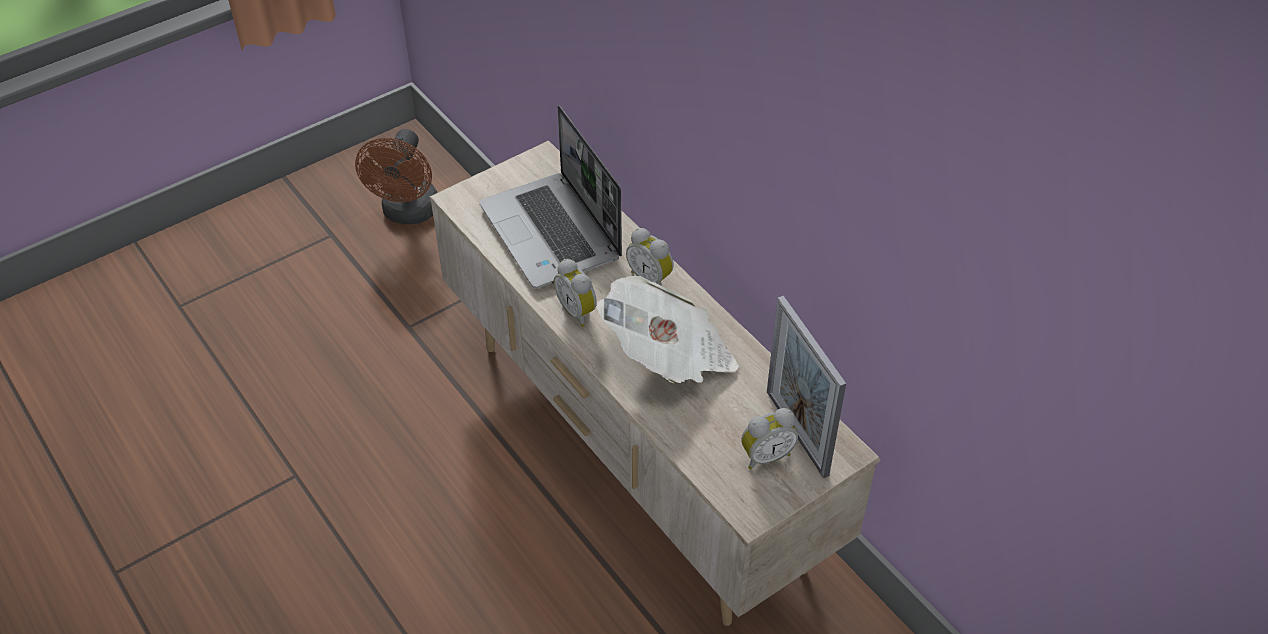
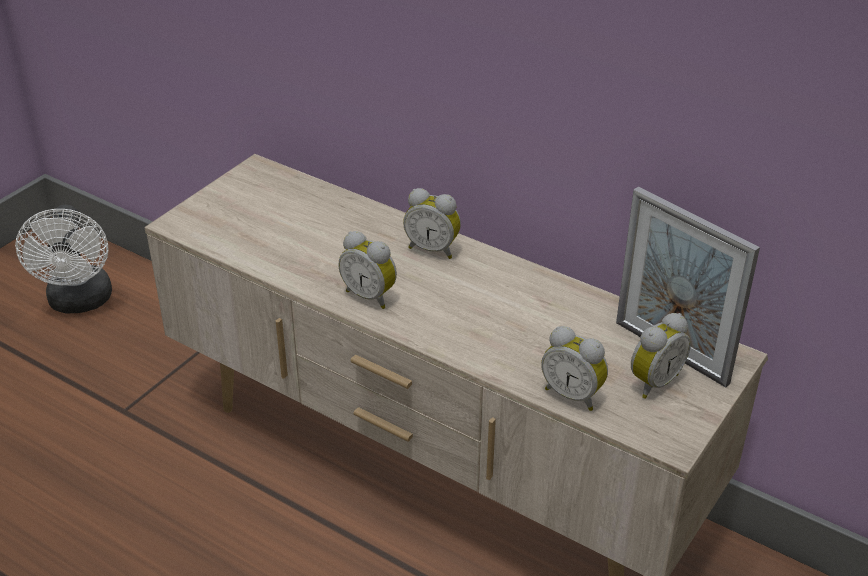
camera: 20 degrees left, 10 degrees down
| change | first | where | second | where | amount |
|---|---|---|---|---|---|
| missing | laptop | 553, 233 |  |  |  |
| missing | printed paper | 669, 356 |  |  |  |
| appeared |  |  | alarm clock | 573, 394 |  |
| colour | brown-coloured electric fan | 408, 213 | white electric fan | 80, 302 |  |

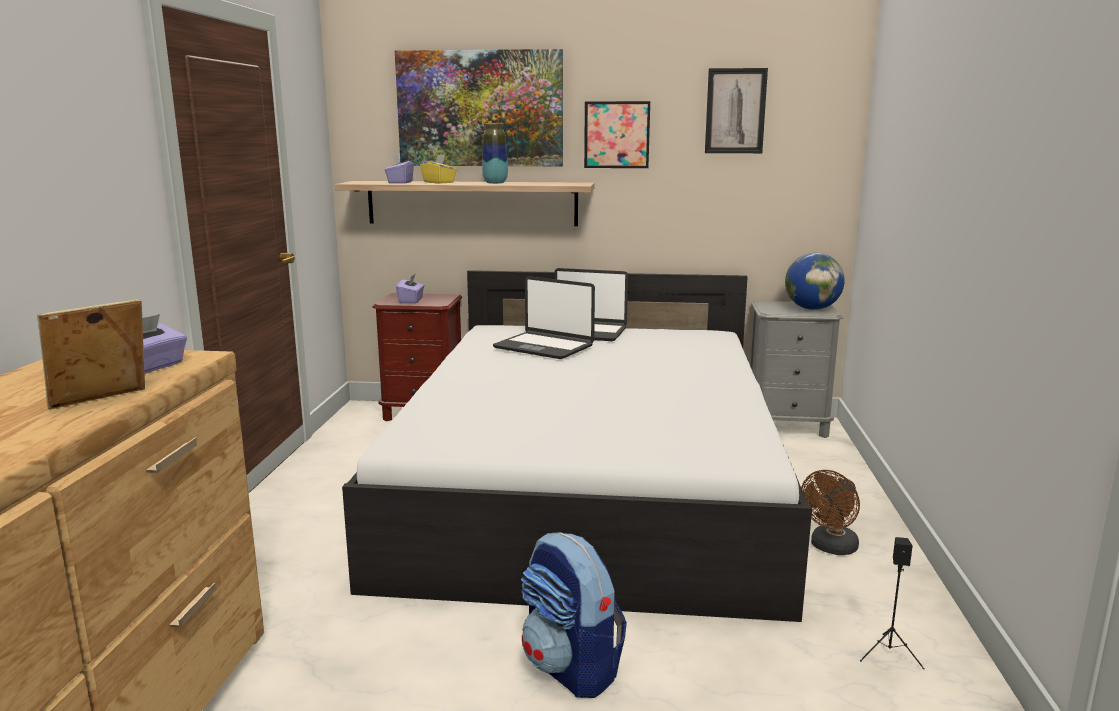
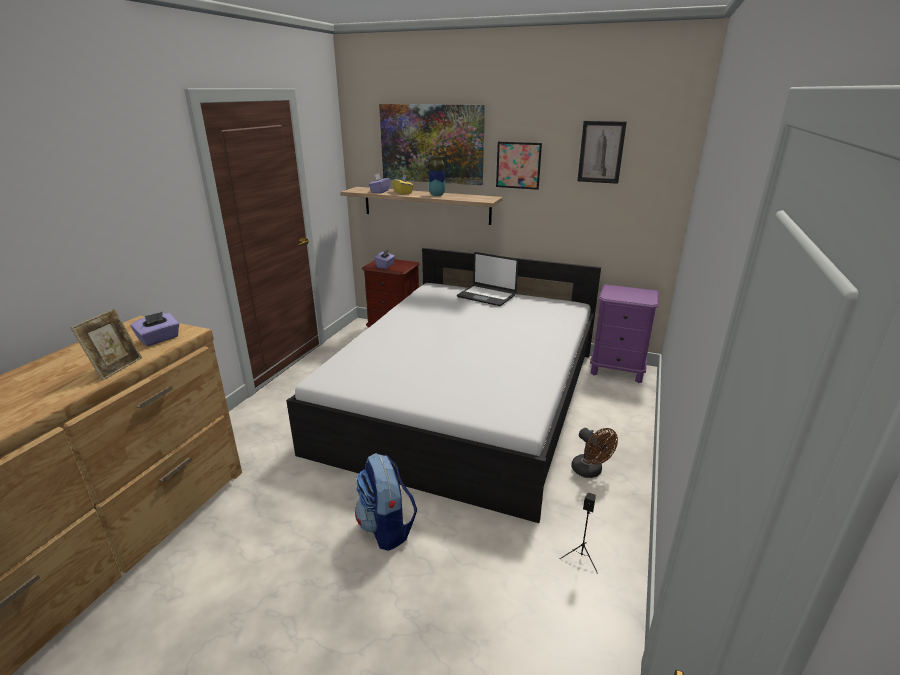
camera: 15 degrees right, 10 degrees up
| change | first | where | second | where | amount |
|---|---|---|---|---|---|
| missing | laptop | 544, 347 |  |  |  |
| missing | world globe | 811, 309 |  |  |  |
| colour | gray night table | 787, 426 | purple night table | 617, 370 |  |
| spun | picture frame | 102, 402 |  | 116, 367 | 135 degrees clockwise |
| spun | brown-coloured electric fan | 830, 548 |  | 590, 471 | 90 degrees counterclockwise |

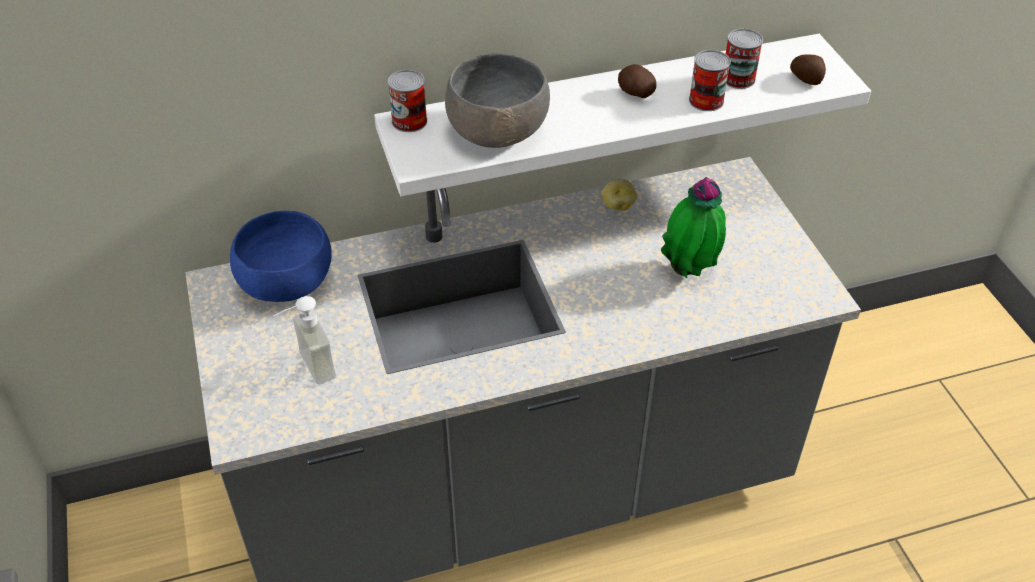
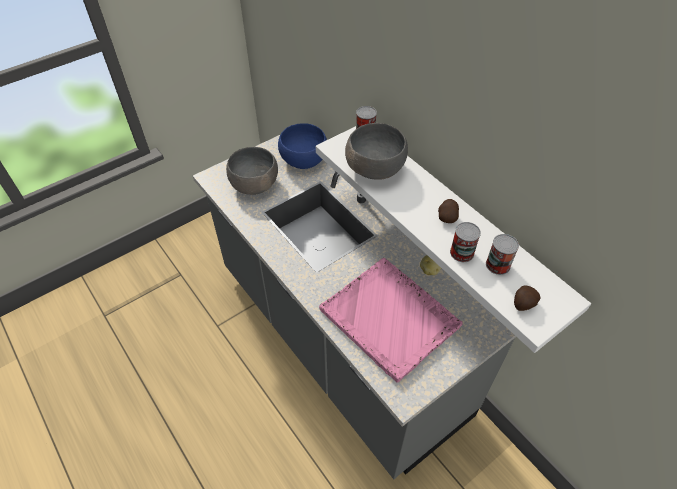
camera: 70 degrees right, 5 degrees up
| change | first | where | second | where | amount |
|---|---|---|---|---|---|
| exchanged | liquid soap bottle | 307, 369 | gray deep dish | 254, 185 |  |
| exchanged | houseplant | 689, 272 | pinkish carrying tray | 390, 319 |  |

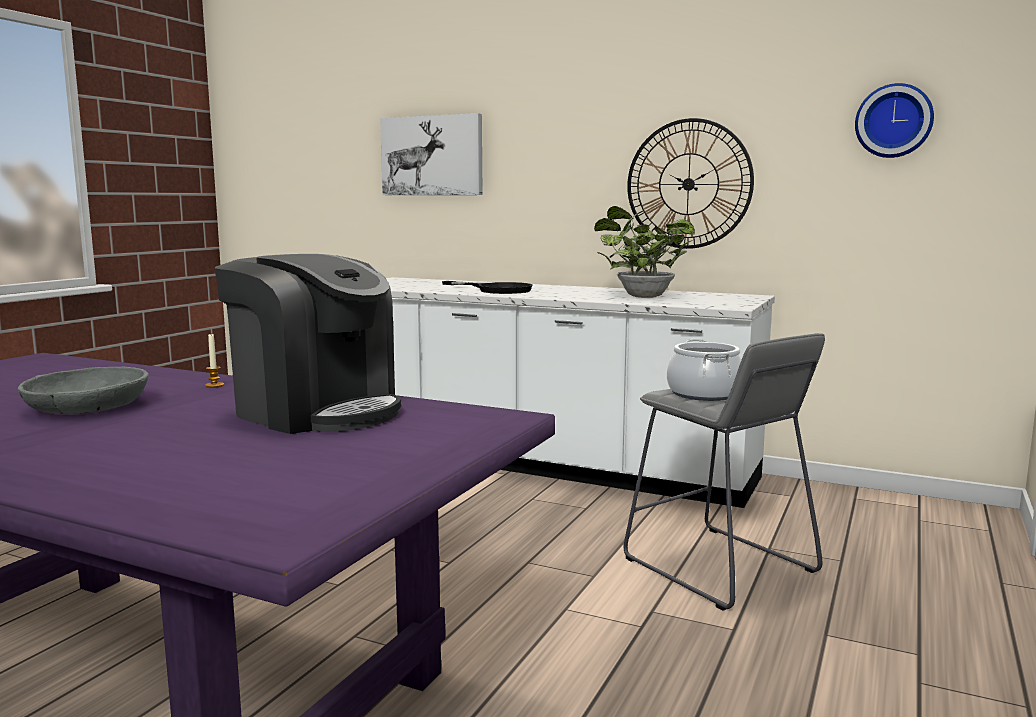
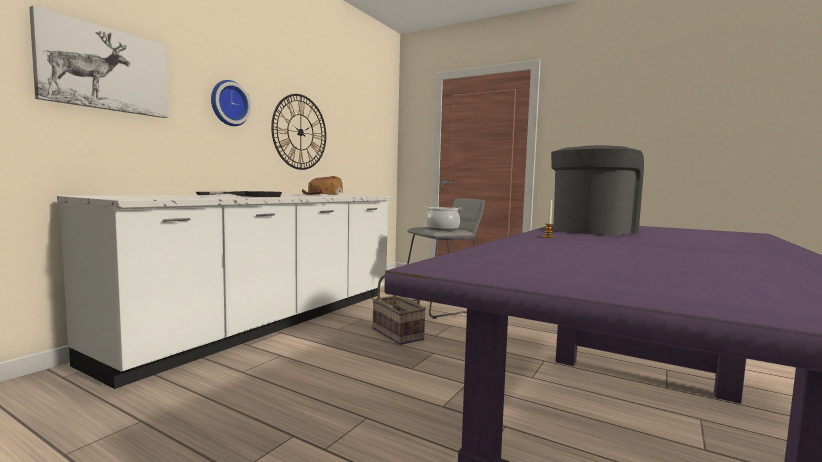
camera: 85 degrees left, 5 degrees down
| change | first | where | second | where | amount |
|---|---|---|---|---|---|
| missing | gray deep dish | 86, 407 |  |  |  |
| appeared |  |  | storage basket | 398, 334 |  |
| relocated | clock on the wall | 893, 121 |  | 228, 103 |  |
| exchanged | houseplant | 640, 296 | baked bread | 323, 195 |  |

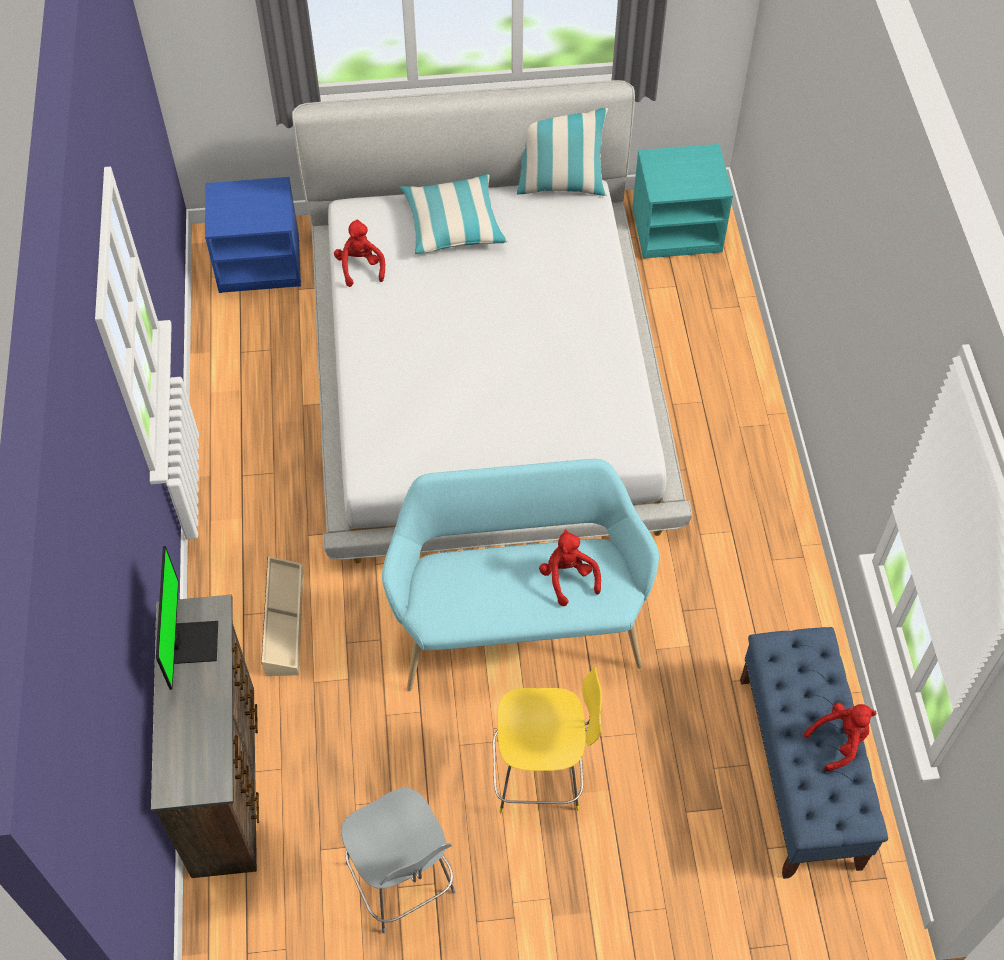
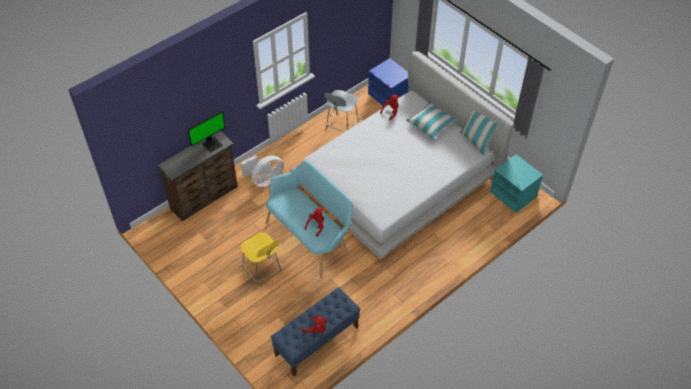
camera: 55 degrees right, 5 degrees down
| change | first | where | second | where | amount |
|---|---|---|---|---|---|
| relocated | gray chair | 402, 881 |  | 341, 127 |  |
| exchanged | sand-coloured storage container | 283, 622 | white electric fan | 264, 180 |  |

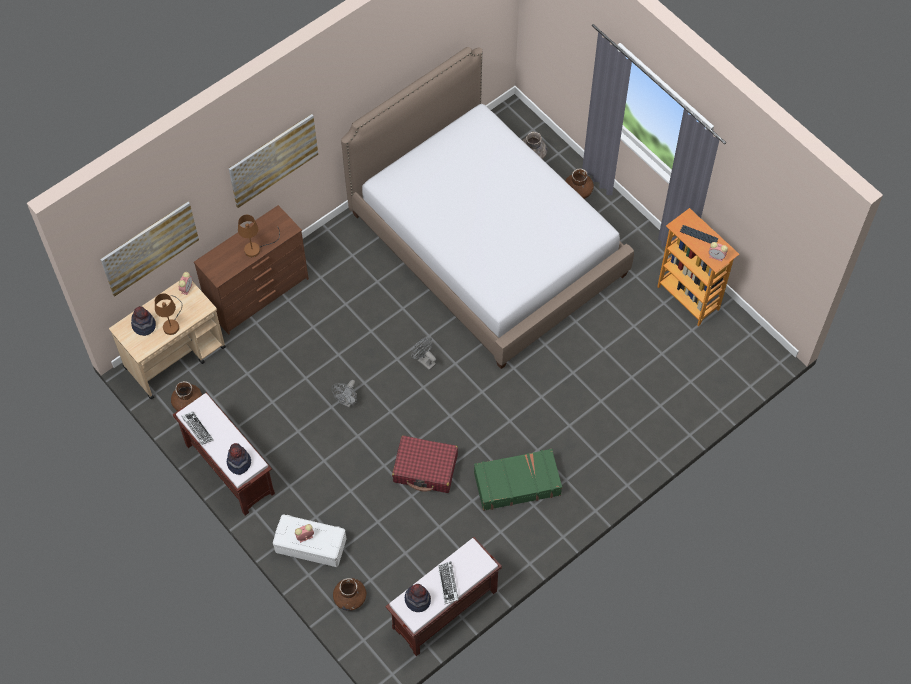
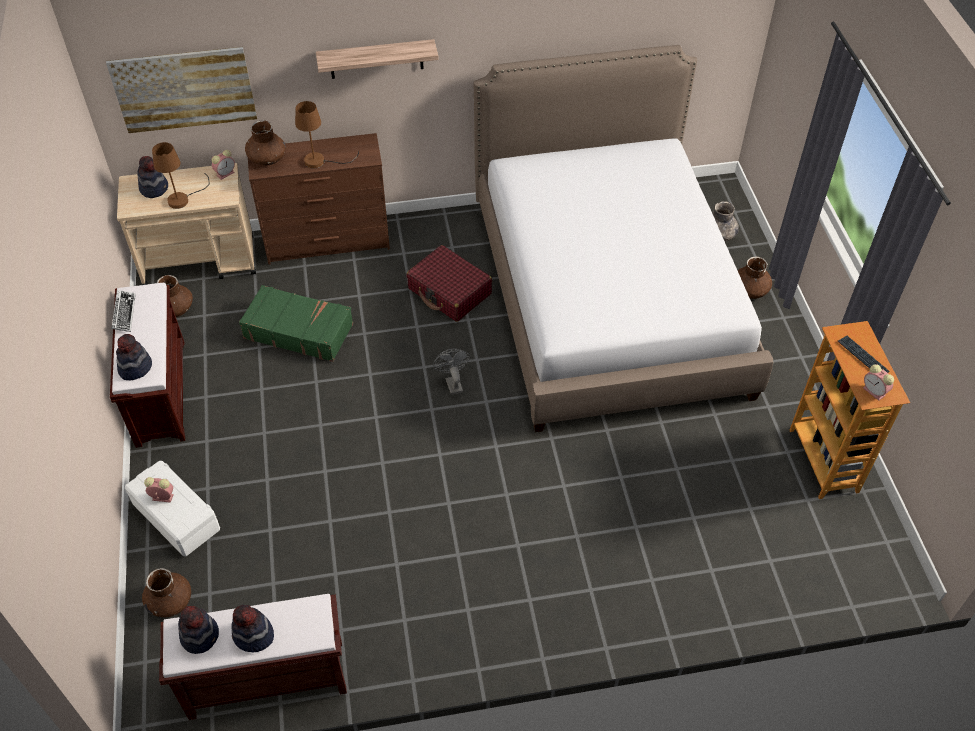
camera: 30 degrees right, 10 degrees down
| change | first | where | second | where | amount |
|---|---|---|---|---|---|
| missing | gray electric fan | 347, 401 |  |  |  |
| appeared |  |  | brown-coloured flower vase | 267, 158 |  |
| relocated | reddish suitcase | 425, 468 |  | 449, 291 |  |
| relocated | green suitcase | 516, 483 |  | 298, 330 |  |
| exchanged | wall art | 273, 160 | wall shelf | 376, 59 |  |
| exchanged | computer keyboard | 448, 583 | clothing hat | 253, 635 |  |

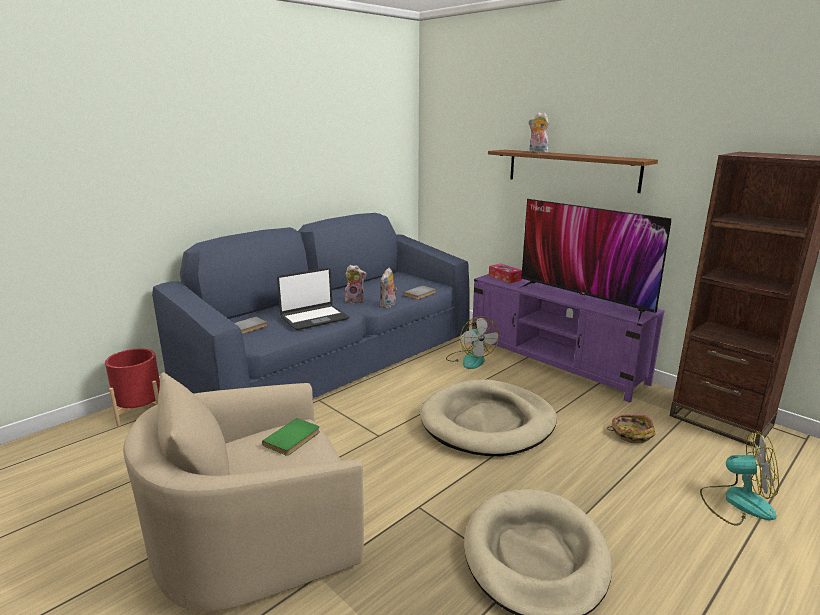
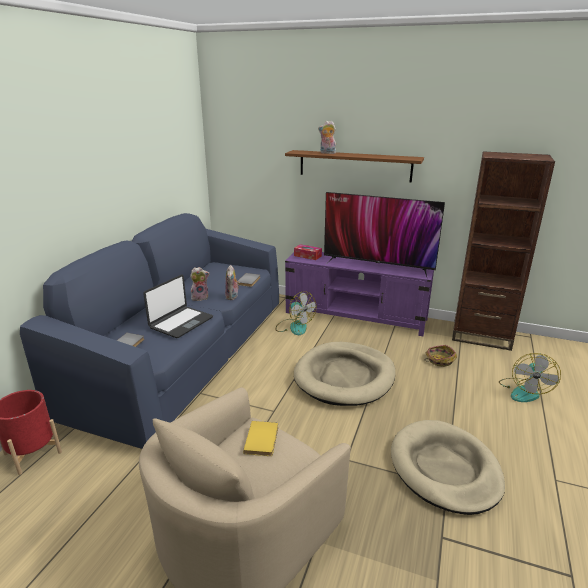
camera: 25 degrees left, 5 degrees up
| change | first | where | second | where | amount |
|---|---|---|---|---|---|
| colour | green bound book | 293, 439 | yellowish bound book | 263, 440 |  |
| spun | electric fan | 736, 502 |  | 524, 391 | 120 degrees clockwise |

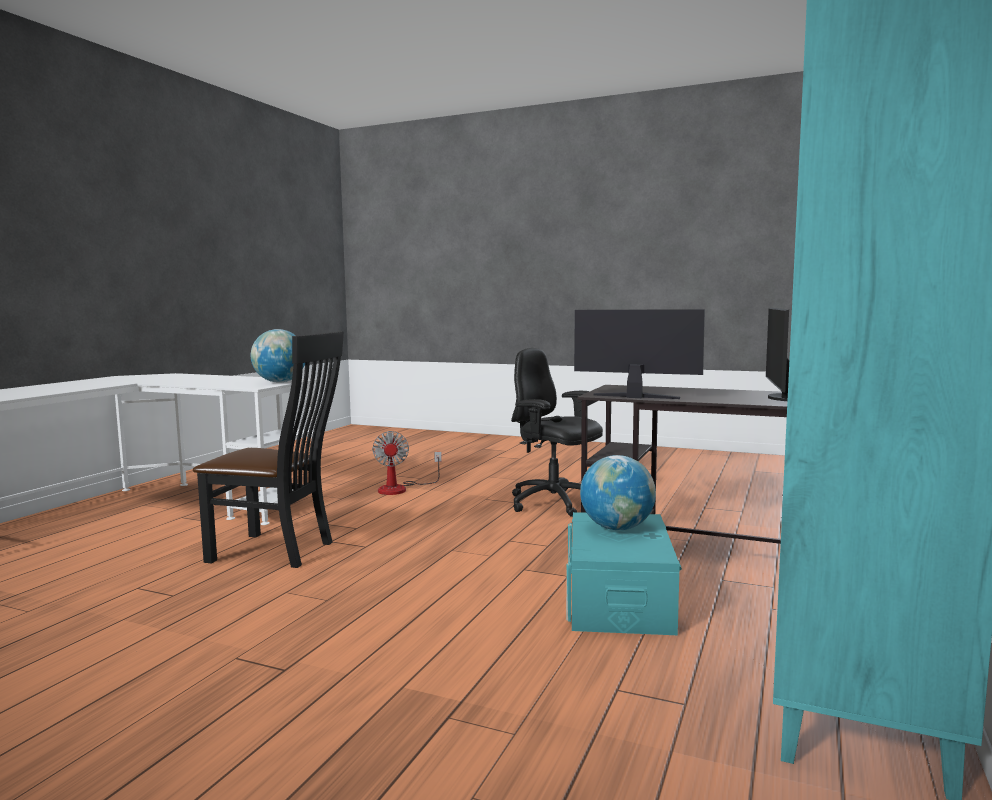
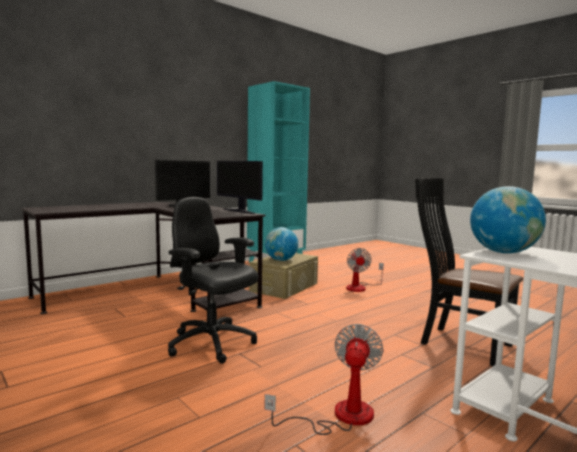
camera: 155 degrees left, 0 degrees up
| change | first | where | second | where | amount |
|---|---|---|---|---|---|
| appeared |  |  | electric fan | 360, 287 |  |
| colour | blue-green storage container | 619, 599 | sand-coloured storage container | 284, 287 |  |
| spun | blackish desk chair | 554, 503 |  | 212, 344 | 150 degrees clockwise |

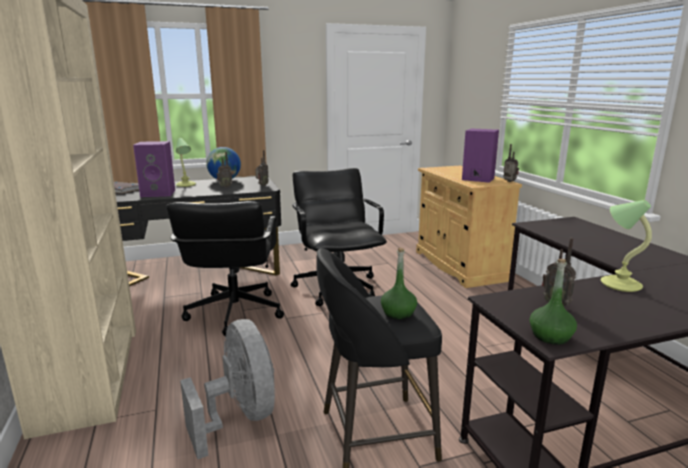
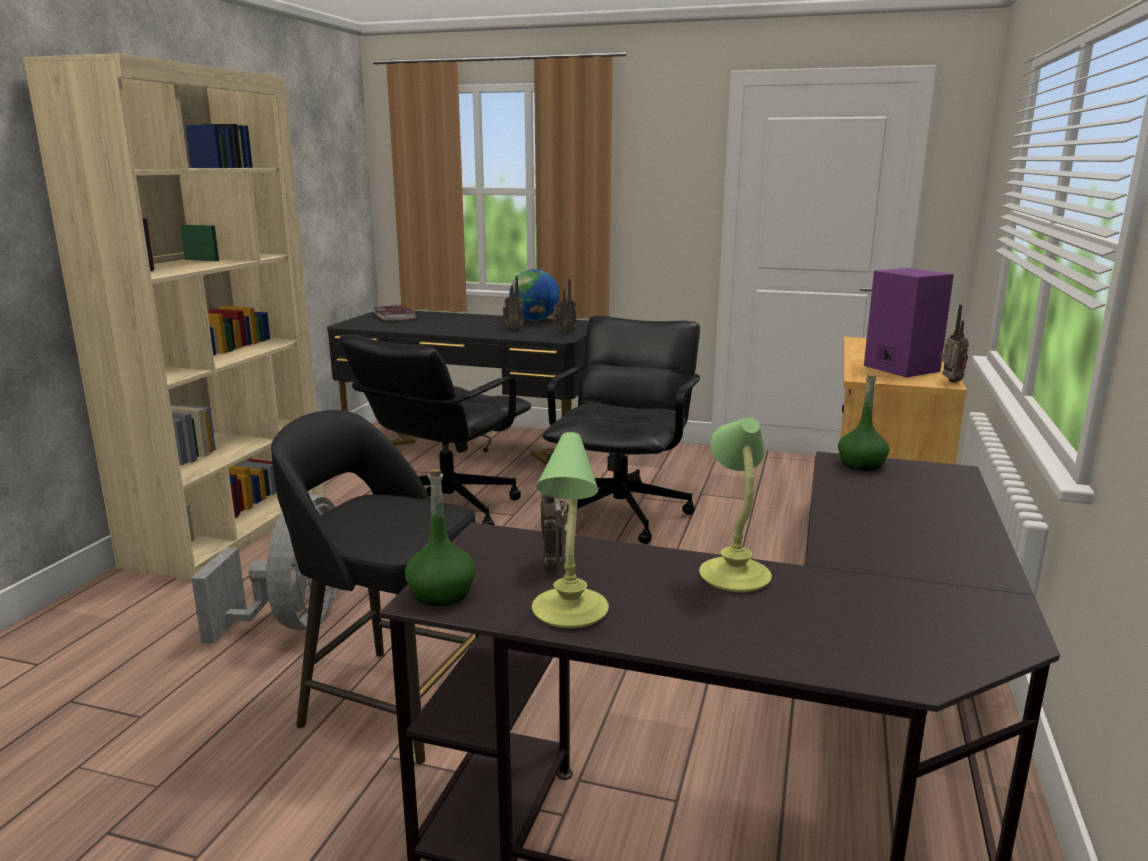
camera: 35 degrees right, 0 degrees up
| change | first | where | second | where | amount |
|---|---|---|---|---|---|
| missing | purple audio speaker | 159, 193 |  |  |  |
| relocated | tabletop lamp | 185, 185 |  | 569, 612 |  |
| relocated | green drink bottle | 398, 313 |  | 861, 464 |  |

